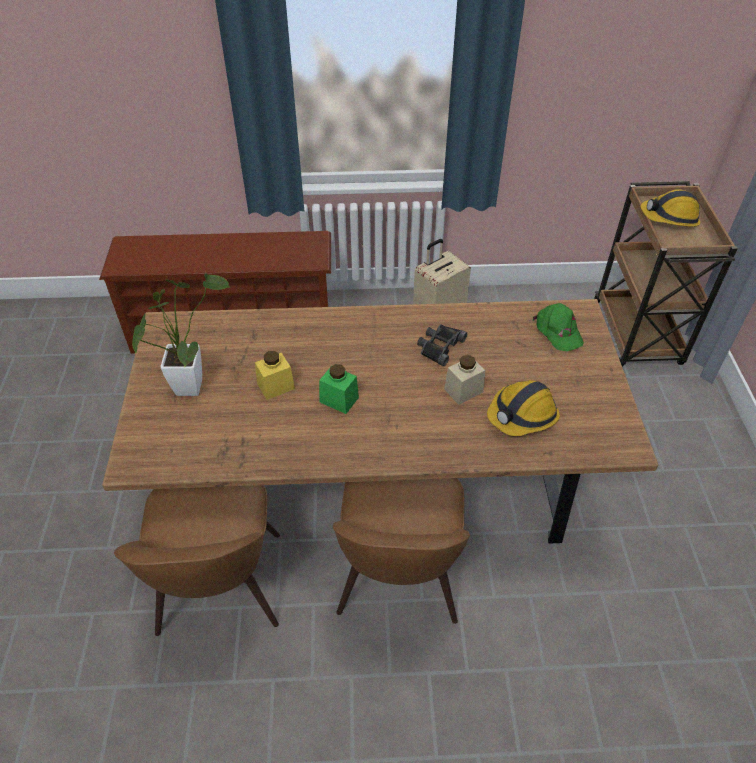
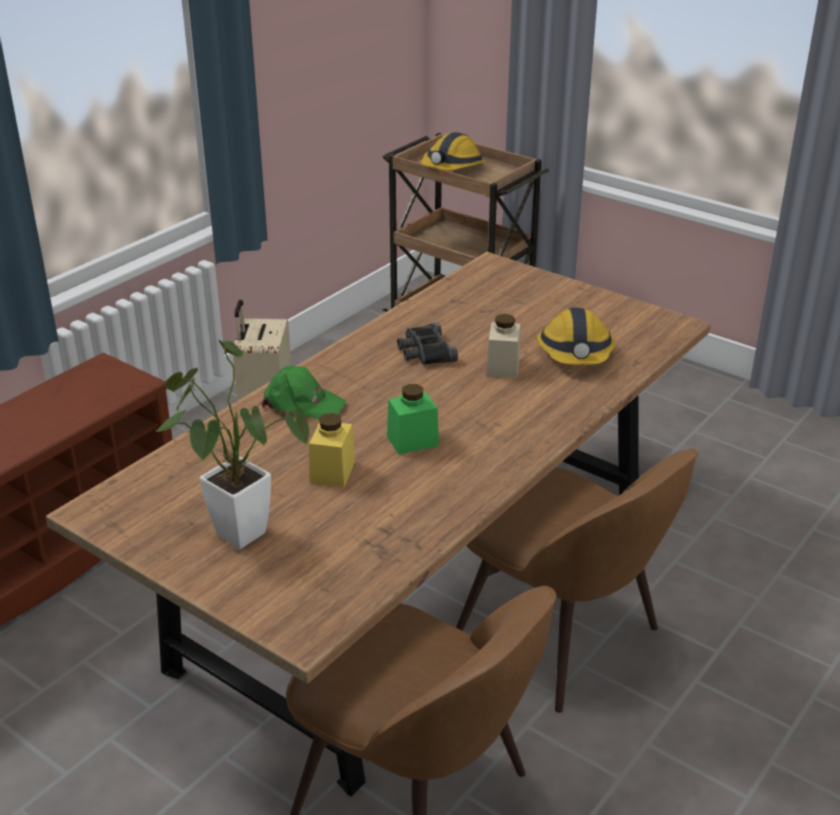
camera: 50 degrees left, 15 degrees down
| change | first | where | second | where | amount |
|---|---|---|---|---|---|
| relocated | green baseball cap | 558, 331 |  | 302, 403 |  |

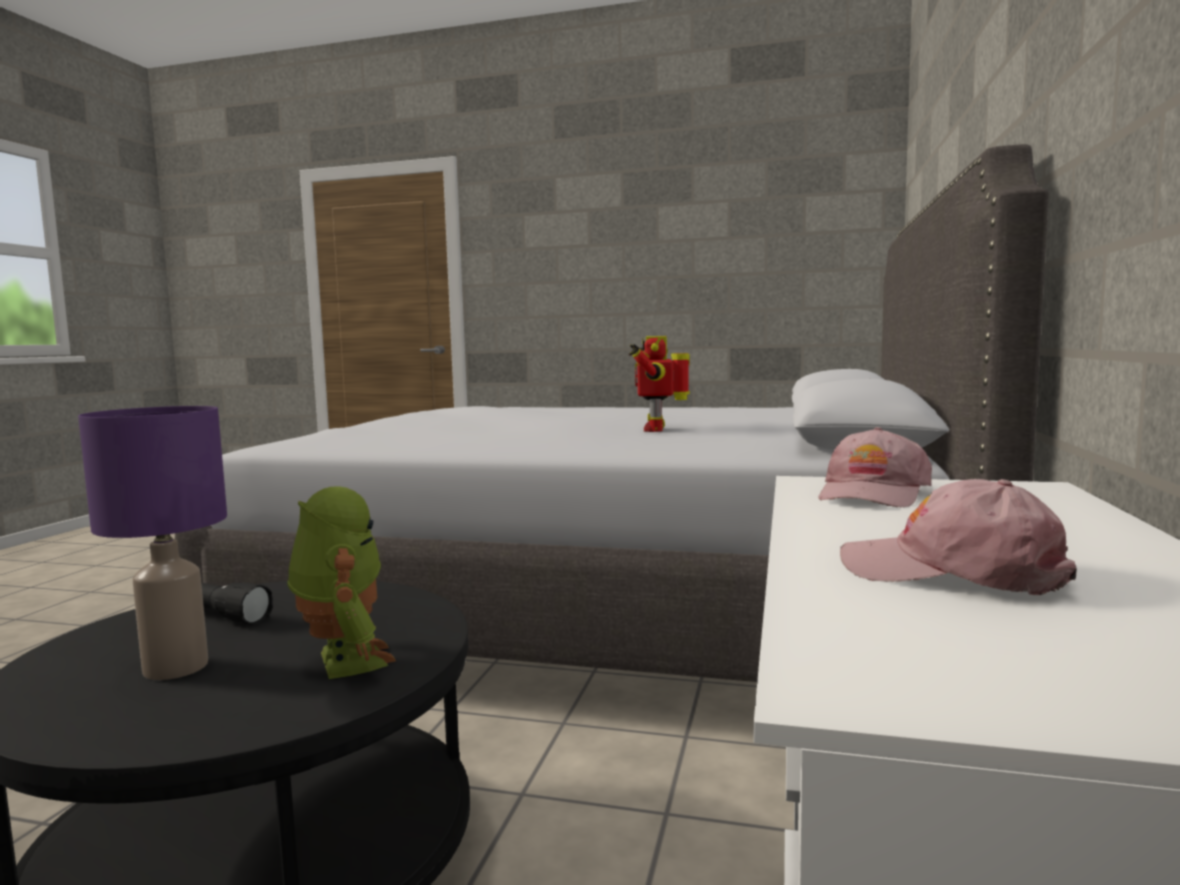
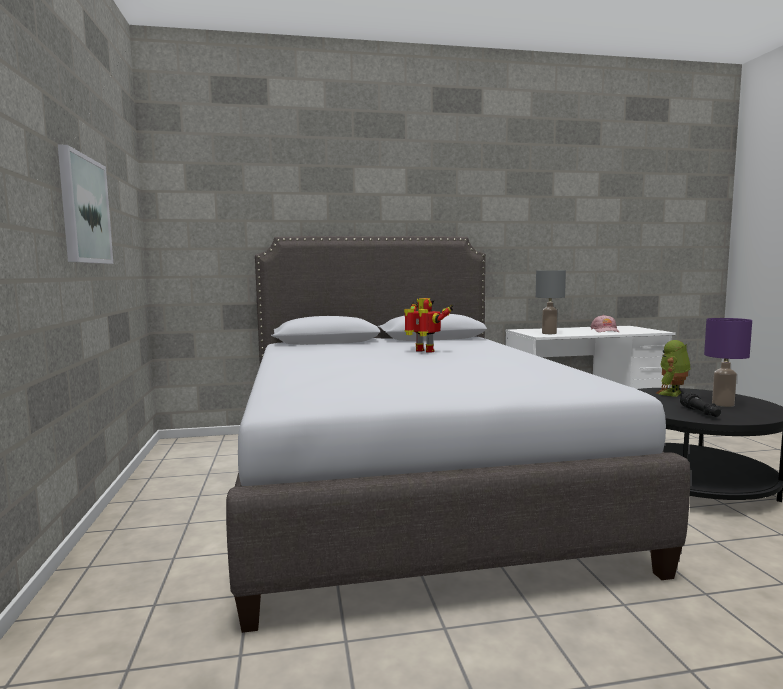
camera: 115 degrees left, 0 degrees up
| change | first | where | second | where | amount |
|---|---|---|---|---|---|
| appeared |  |  | wall art | 84, 210 |  |
| exchanged | pinkish baseball cap | 872, 494 | gray tabletop lamp | 548, 333 |  |
| spun | robot figure | 657, 429 |  | 424, 351 | 120 degrees counterclockwise |

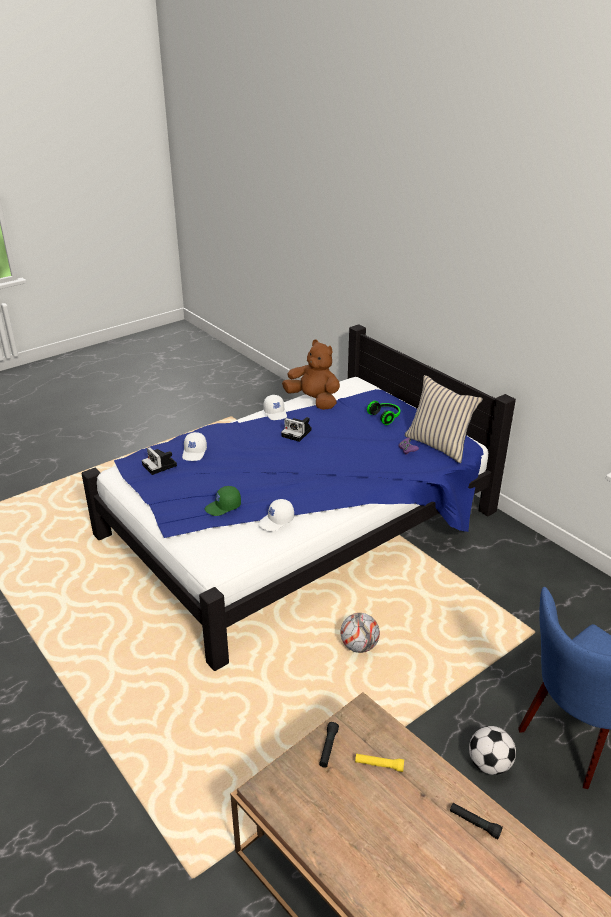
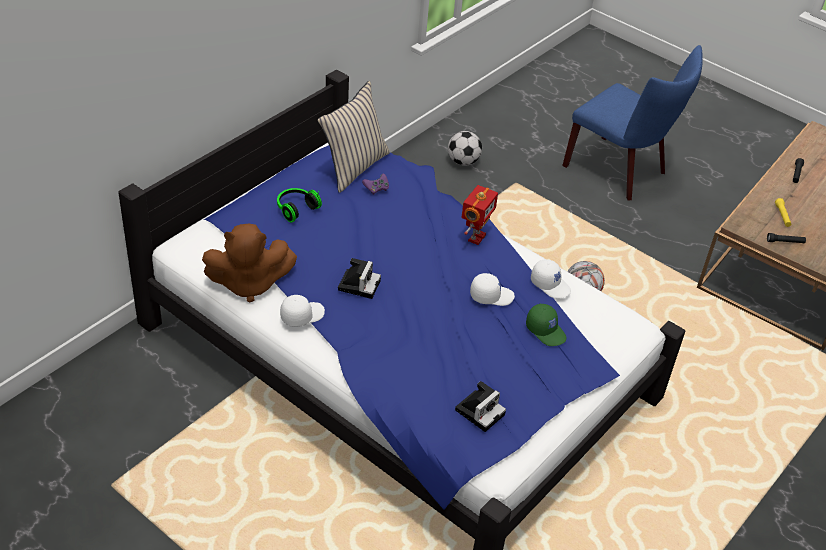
camera: 105 degrees left, 10 degrees up
| change | first | where | second | where | amount |
|---|---|---|---|---|---|
| appeared |  |  | robot figure | 475, 237 |  |
| relocated | white baseball cap | 194, 452 |  | 491, 295 |  |
| relocated | ball for football | 489, 764 |  | 463, 161 |  |
| spun | brown-coloured soft toy | 313, 401 |  | 249, 284 | 120 degrees counterclockwise |

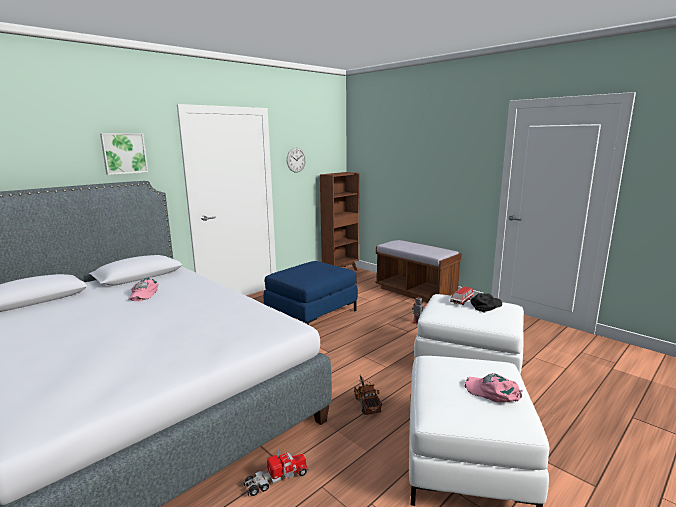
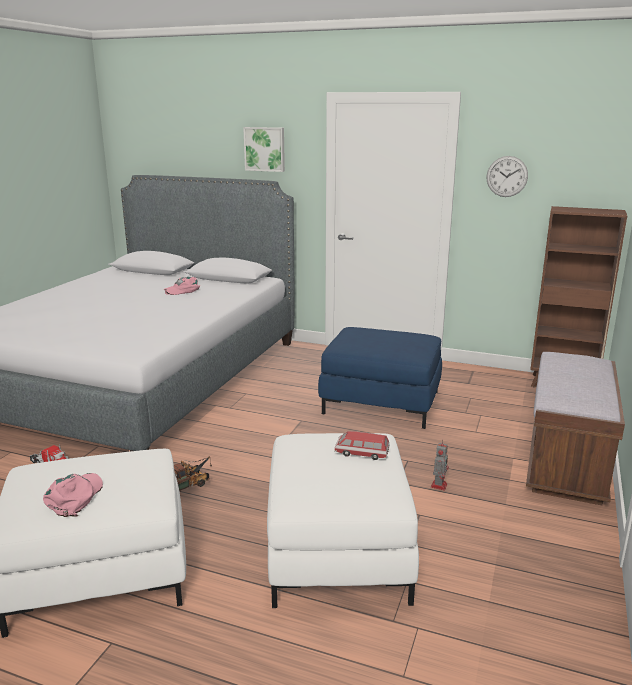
camera: 65 degrees right, 5 degrees up
| change | first | where | second | where | amount |
|---|---|---|---|---|---|
| missing | blackish baseball cap | 486, 306 |  |  |  |

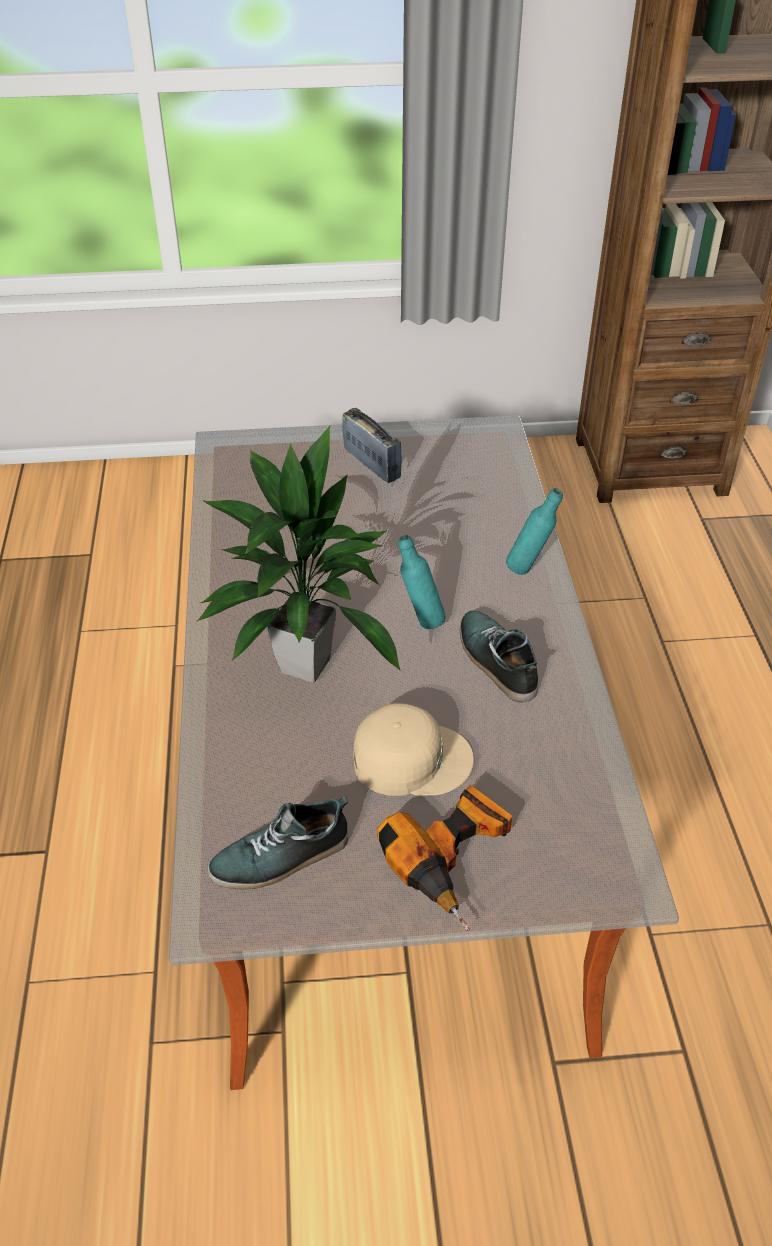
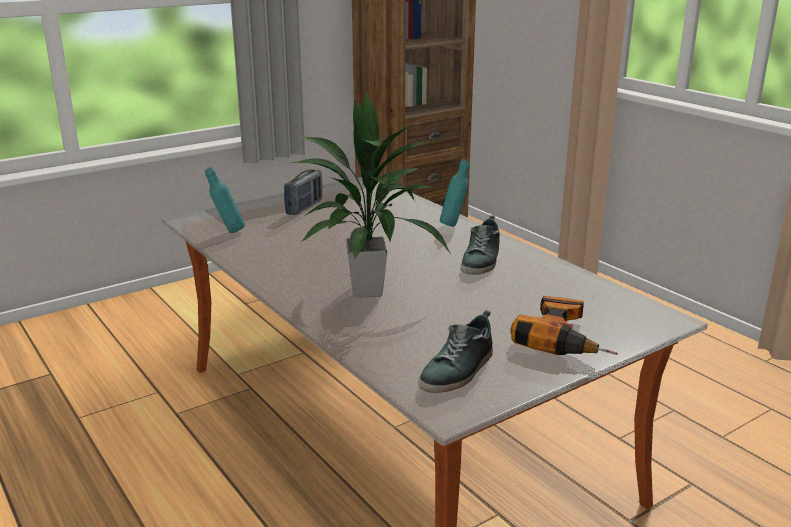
camera: 30 degrees left, 20 degrees down
| change | first | where | second | where | amount |
|---|---|---|---|---|---|
| missing | sand-coloured baseball cap | 410, 758 |  |  |  |
| relocated | blue-green drink bottle | 420, 620 |  | 228, 232 |  |
| spun | radio set | 372, 464 |  | 304, 207 | 90 degrees clockwise |
| spun | item of footwear | 496, 661 |  | 482, 261 | 105 degrees counterclockwise |

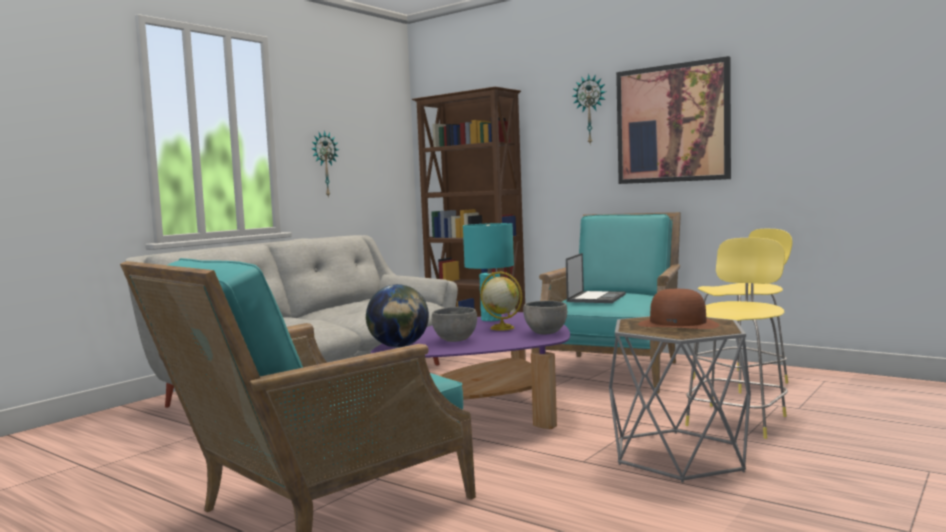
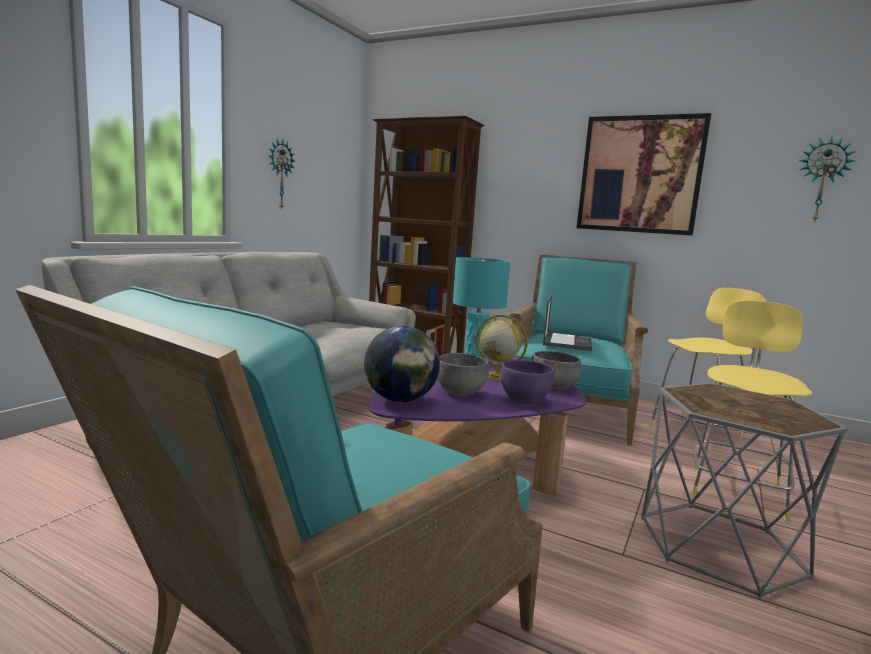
camera: 10 degrees left, 5 degrees up
| change | first | where | second | where | amount |
|---|---|---|---|---|---|
| missing | brown-coloured clothing hat | 678, 324 |  |  |  |
| appeared |  |  | purple deep dish | 524, 400 |  |
| relocated | clock on the wall | 590, 110 |  | 822, 180 |  |

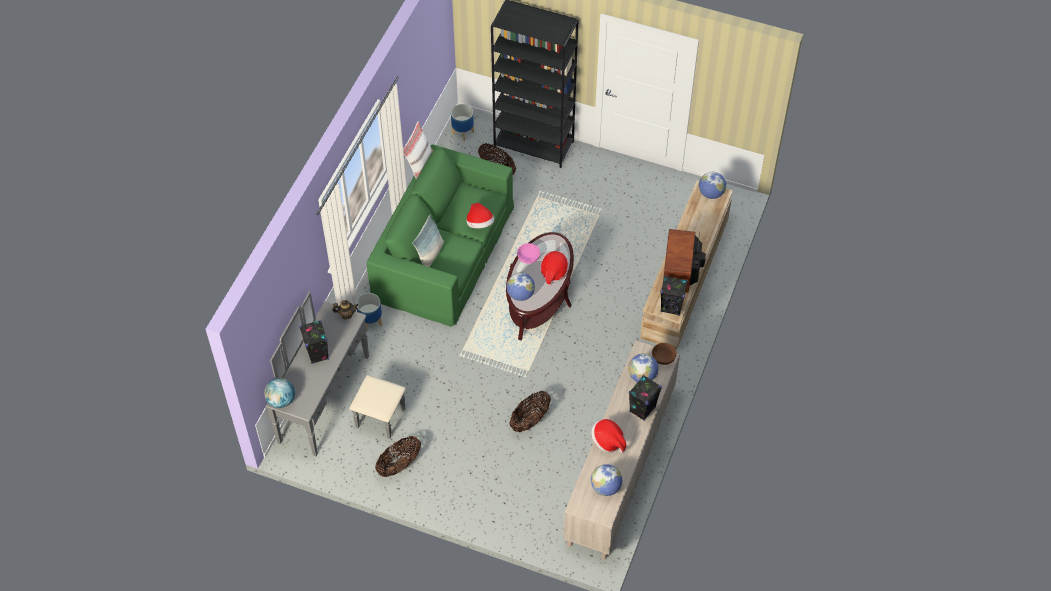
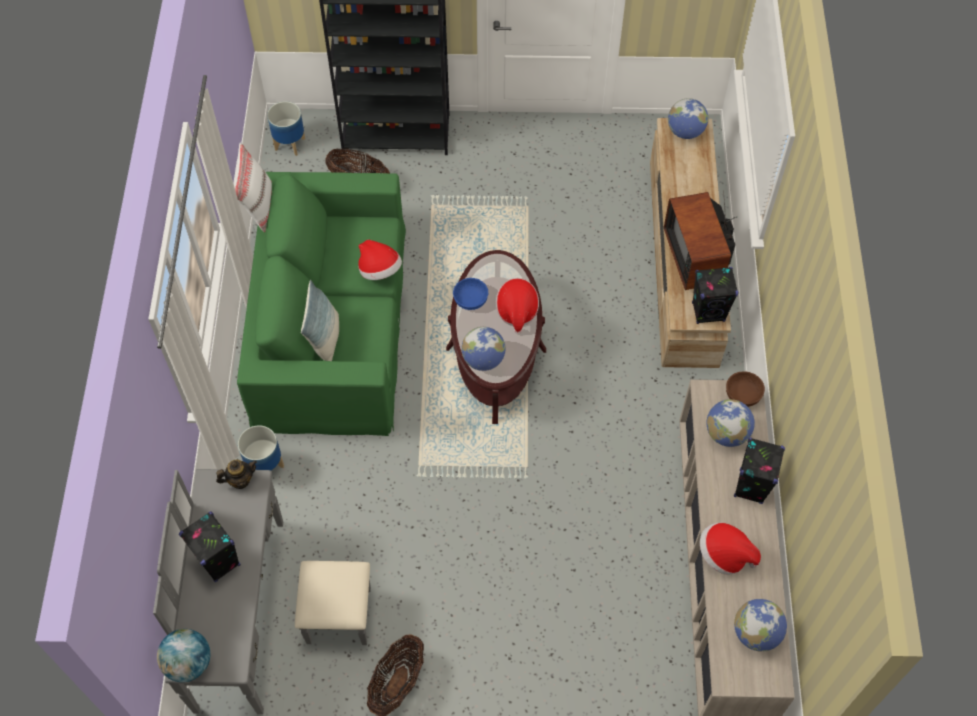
camera: 20 degrees left, 5 degrees up
| change | first | where | second | where | amount |
|---|---|---|---|---|---|
| missing | storage basket | 530, 420 |  |  |  |
| colour | pinkish deep dish | 528, 257 | blue-coloured deep dish | 470, 299 |  |

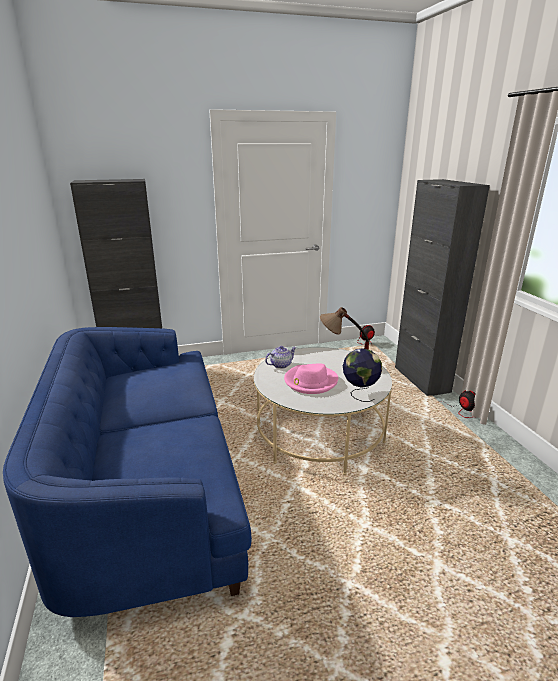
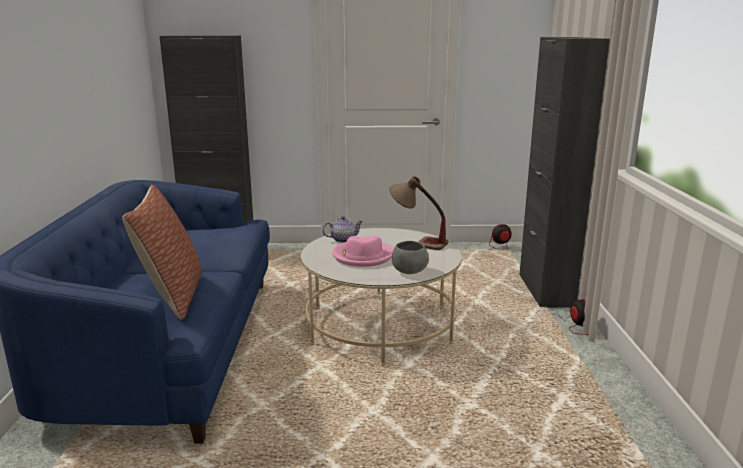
camera: 15 degrees right, 5 degrees down
| change | first | where | second | where | amount |
|---|---|---|---|---|---|
| appeared |  |  | cushion | 172, 296 |  |
| exchanged | world globe | 359, 393 | gray deep dish | 409, 271 |  |

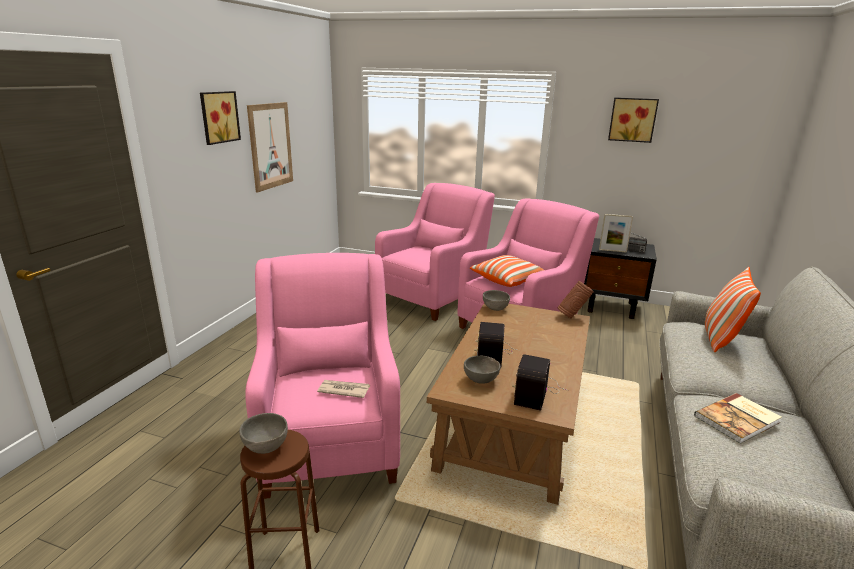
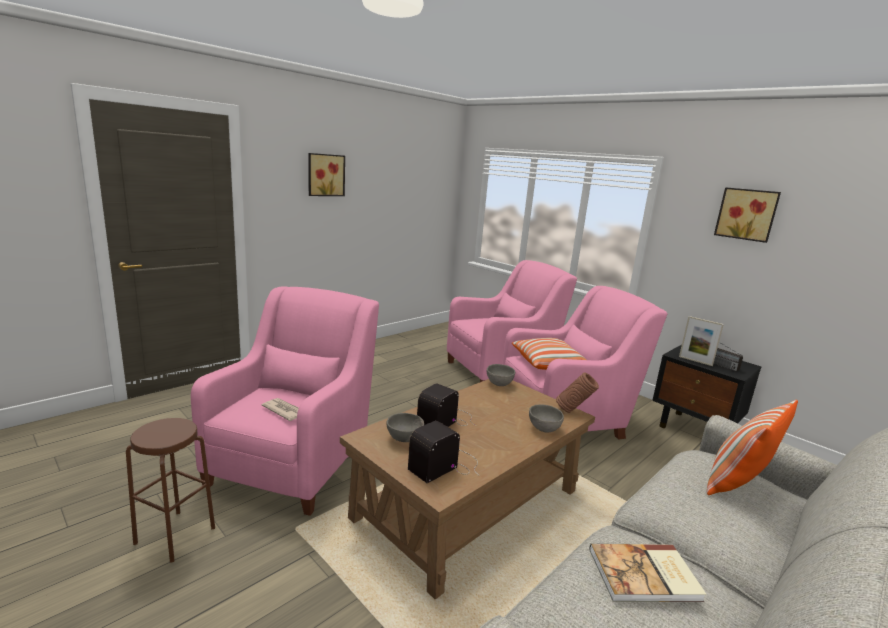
camera: 25 degrees right, 5 degrees down
| change | first | where | second | where | amount |
|---|---|---|---|---|---|
| missing | wall art | 271, 146 |  |  |  |
| relocated | gray deep dish | 265, 447 |  | 543, 429 |  |

